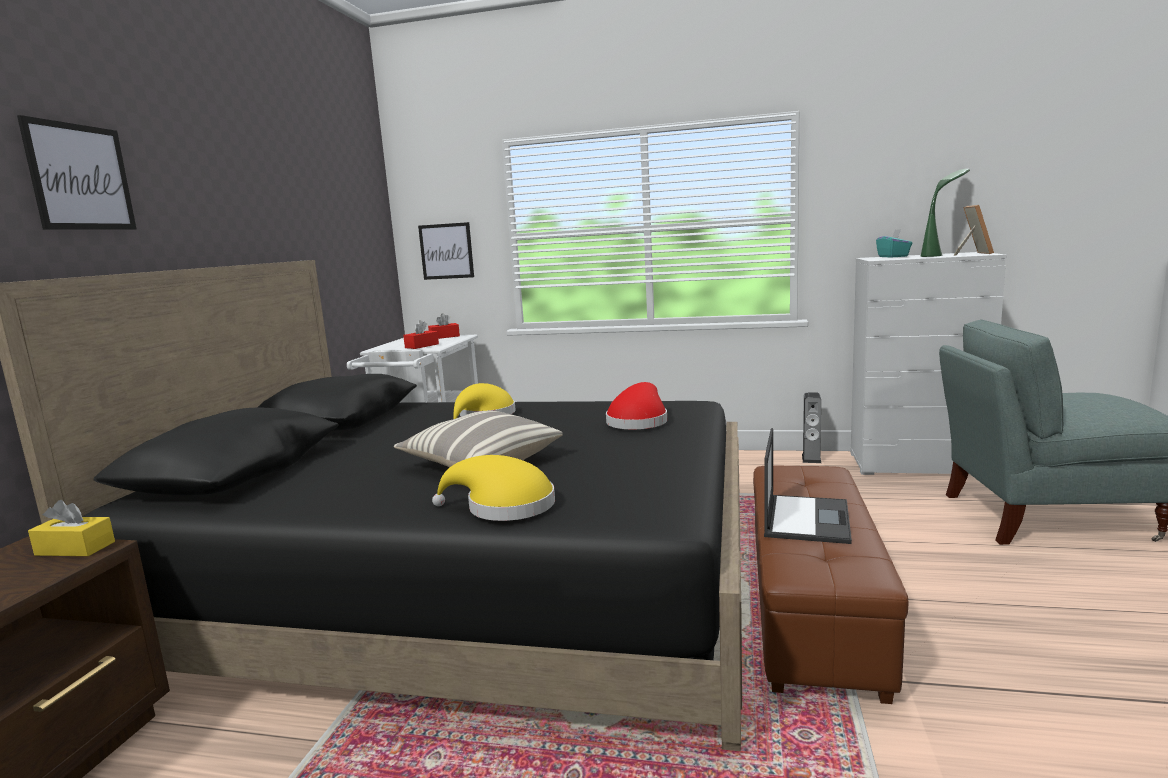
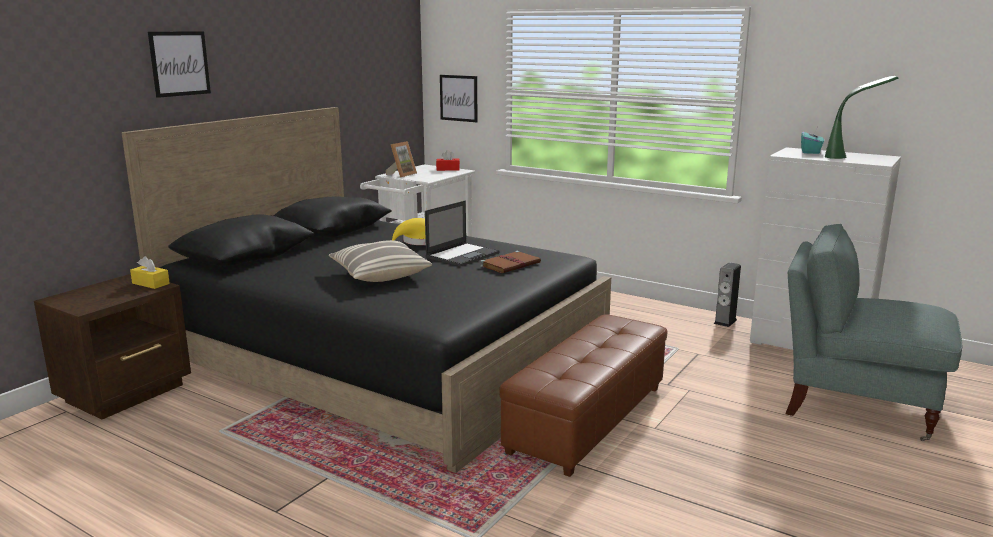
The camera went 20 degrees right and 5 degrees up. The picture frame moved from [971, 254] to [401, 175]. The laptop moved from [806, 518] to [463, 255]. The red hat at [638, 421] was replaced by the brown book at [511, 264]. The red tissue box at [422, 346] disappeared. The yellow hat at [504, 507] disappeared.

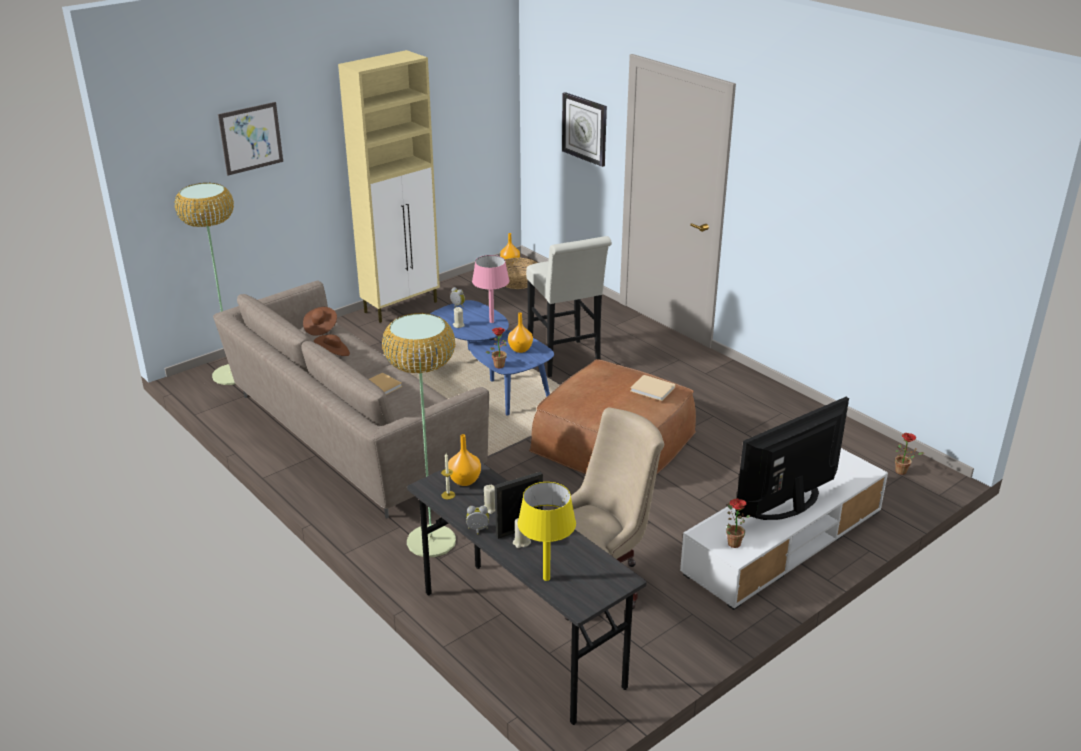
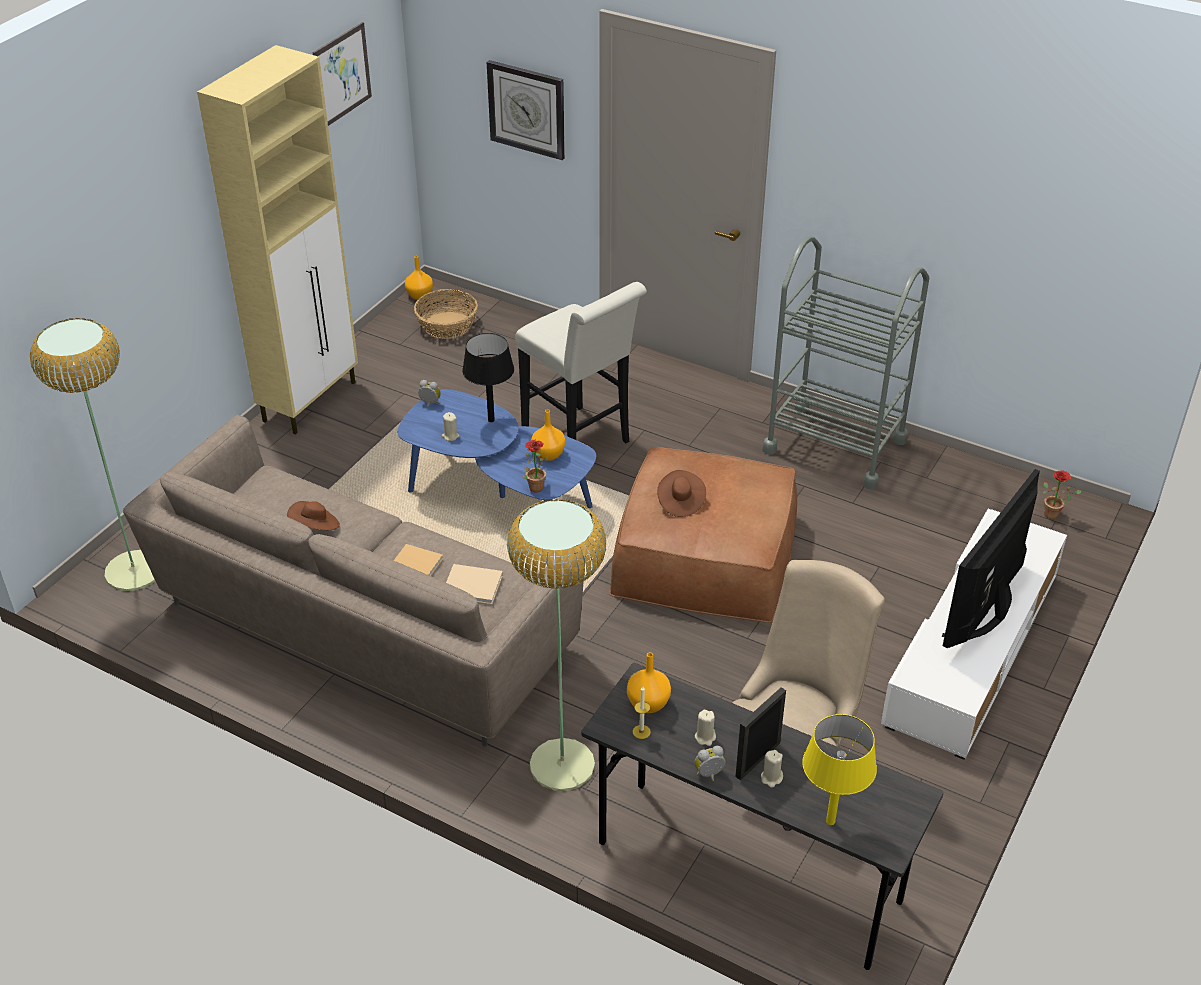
The camera went 20 degrees left and 10 degrees up. The picture moved from [251, 138] to [342, 75]. The beige book moved from [653, 389] to [474, 586]. The pink table lamp at [491, 321] became the black table lamp at [491, 420]. The brown hat moved from [320, 328] to [680, 502]. The grey cart at [835, 445] appeared. The potted plant at [732, 542] disappeared.

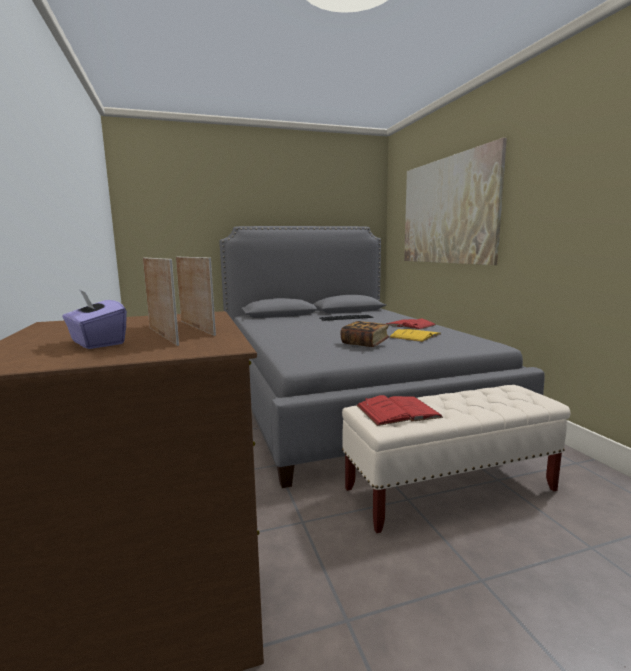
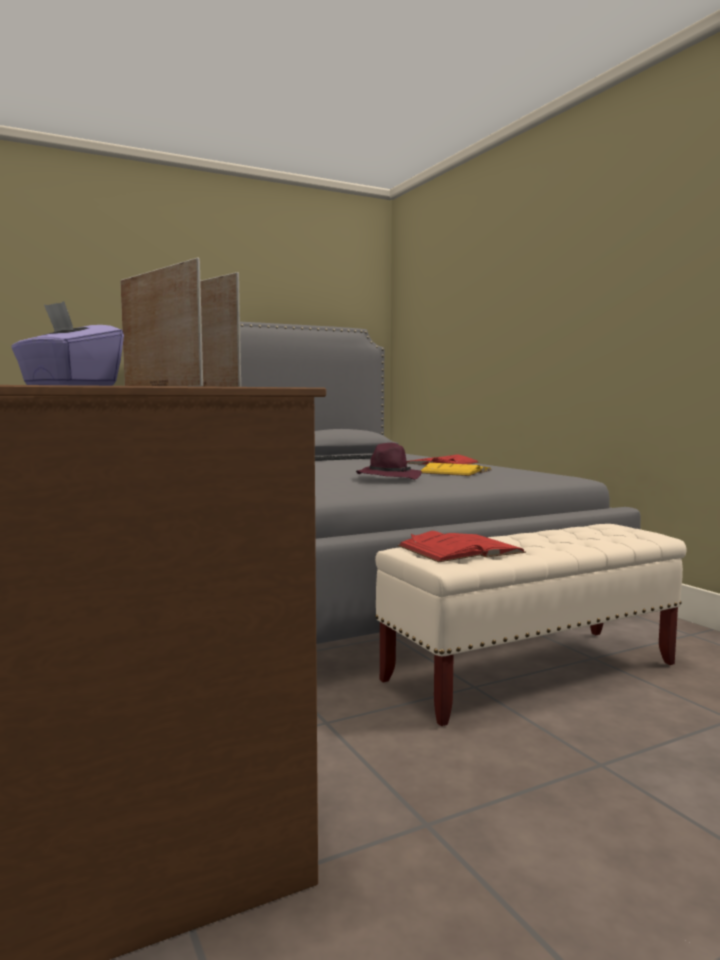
The camera went 10 degrees left and 5 degrees down. The book at [365, 343] was replaced by the purple hat at [388, 477]. The picture at [447, 211] disappeared.

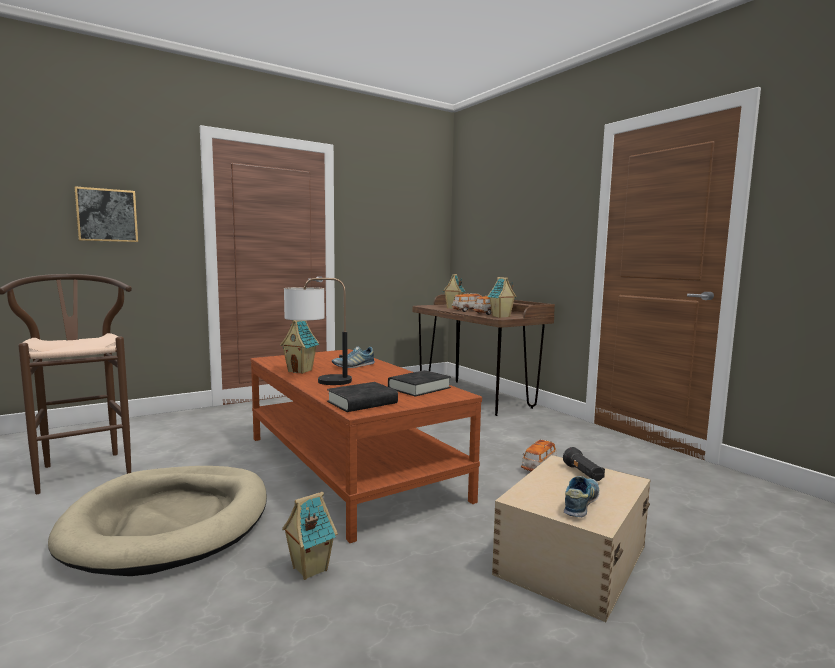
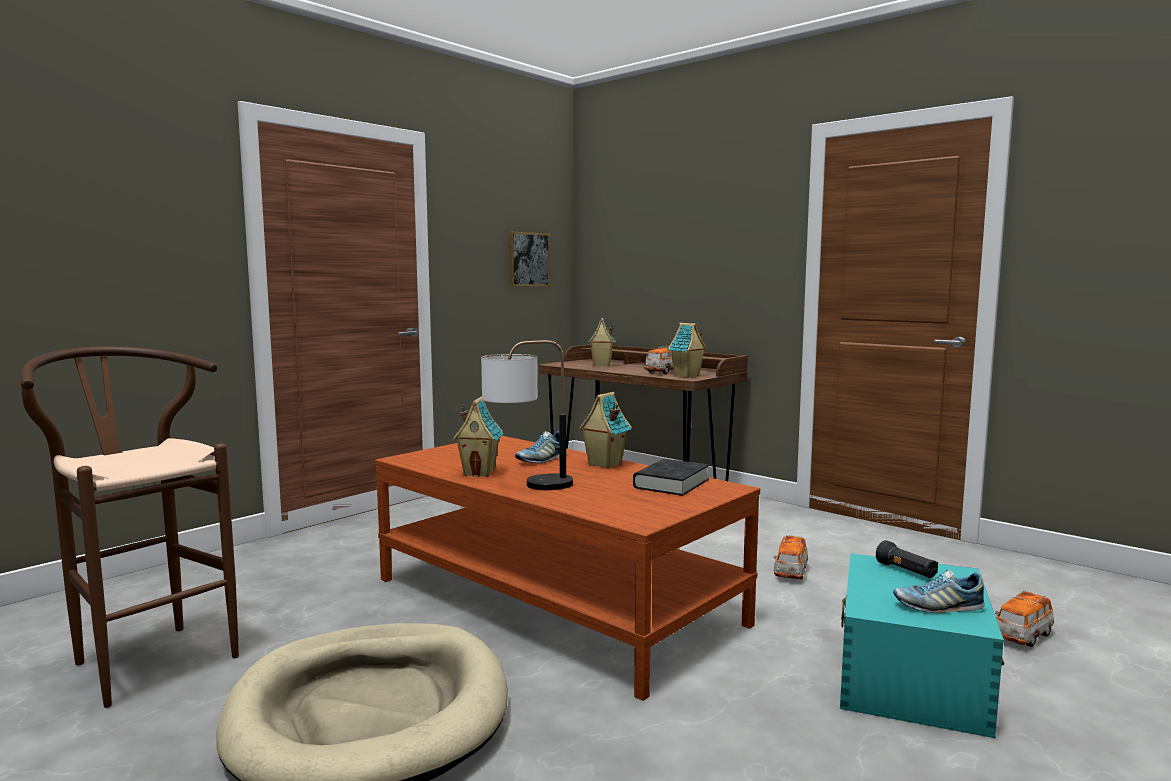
The camera went 15 degrees left and 0 degrees up. The picture moved from [107, 215] to [528, 259]. The toy house moved from [309, 569] to [604, 465]. The beige storage box at [570, 560] became the turquoise storage box at [909, 677]. The shoe at [581, 504] turned 105 degrees counterclockwise. The toy car moved from [467, 311] to [1022, 636]. The black book at [362, 403] disappeared.

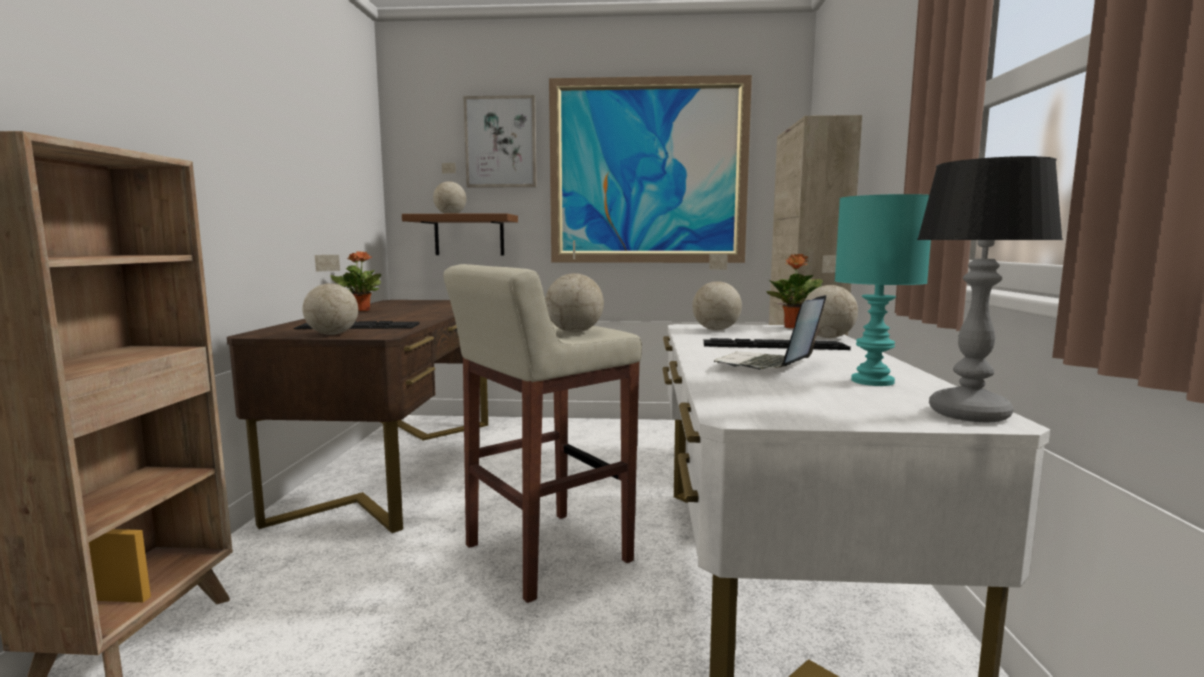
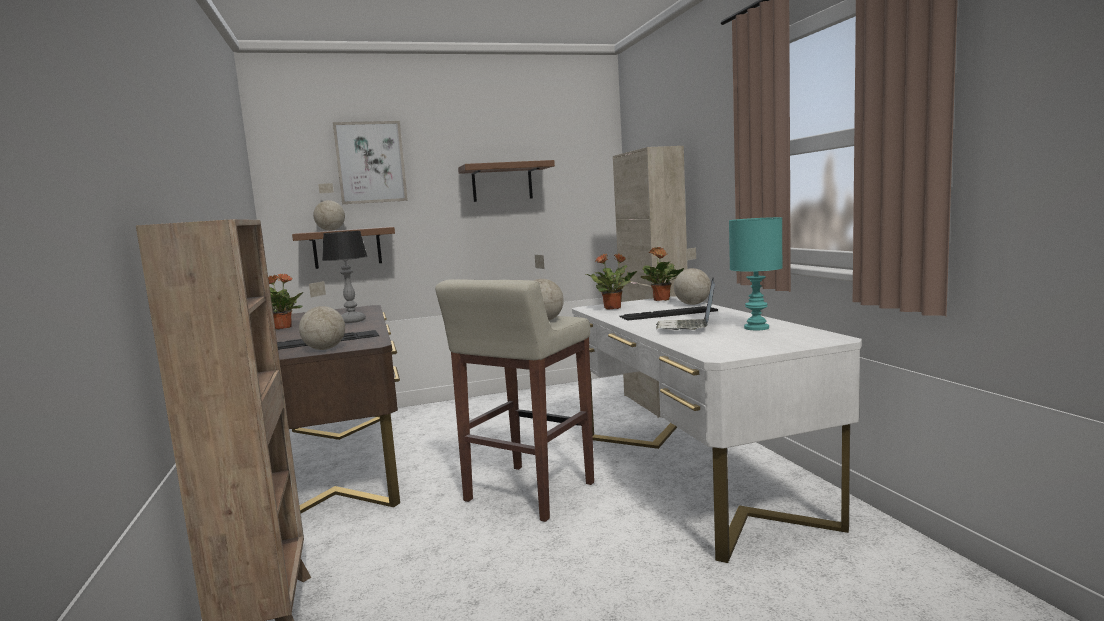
The camera went 20 degrees left and 0 degrees up. The table lamp moved from [969, 414] to [352, 321]. The picture at [648, 171] was replaced by the brown shelf at [502, 182]. The globe at [716, 330] was replaced by the potted plant at [613, 308].

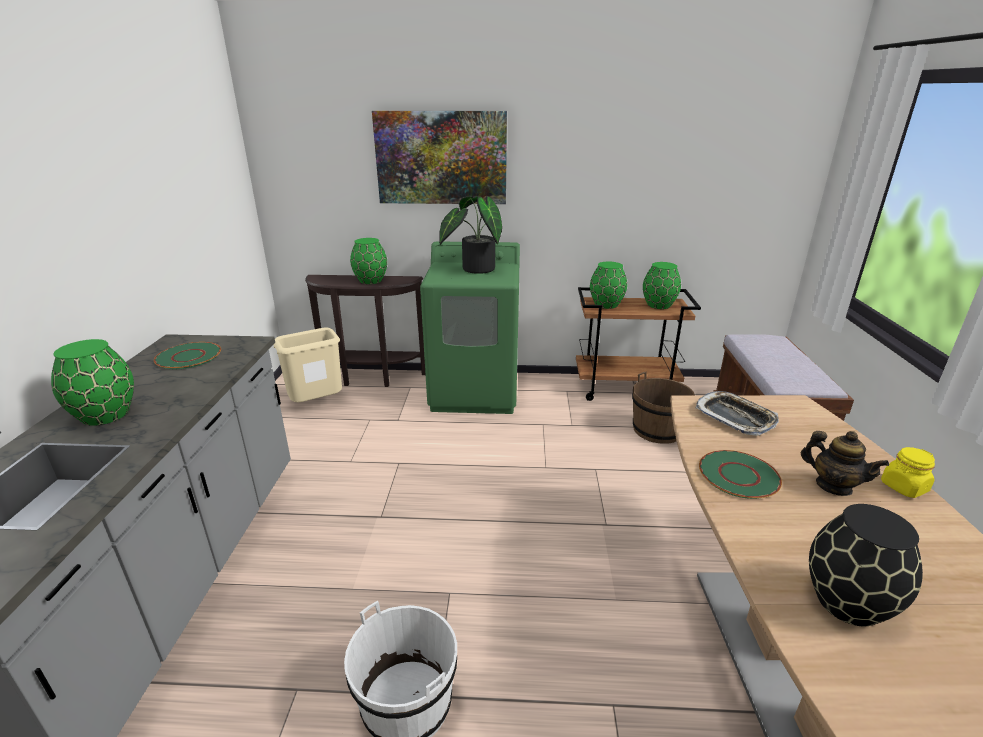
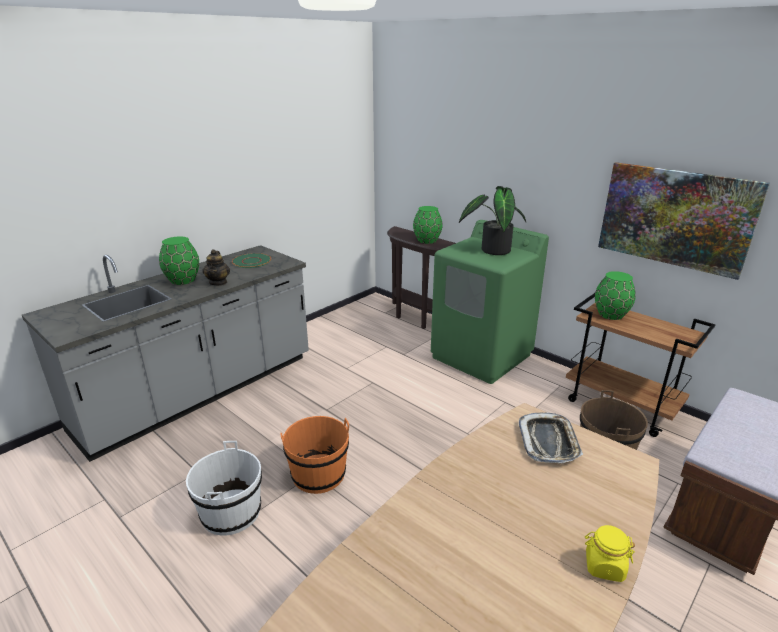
The camera went 40 degrees right and 0 degrees up. The teapot moved from [833, 486] to [218, 282]. The orange bucket at [318, 474] appeared. The picture moved from [441, 158] to [675, 217]. The beige trash can at [317, 404] disappeared. The green vase at [659, 305] disappeared. The green plate at [738, 475] disappeared. The black vase at [849, 603] disappeared.

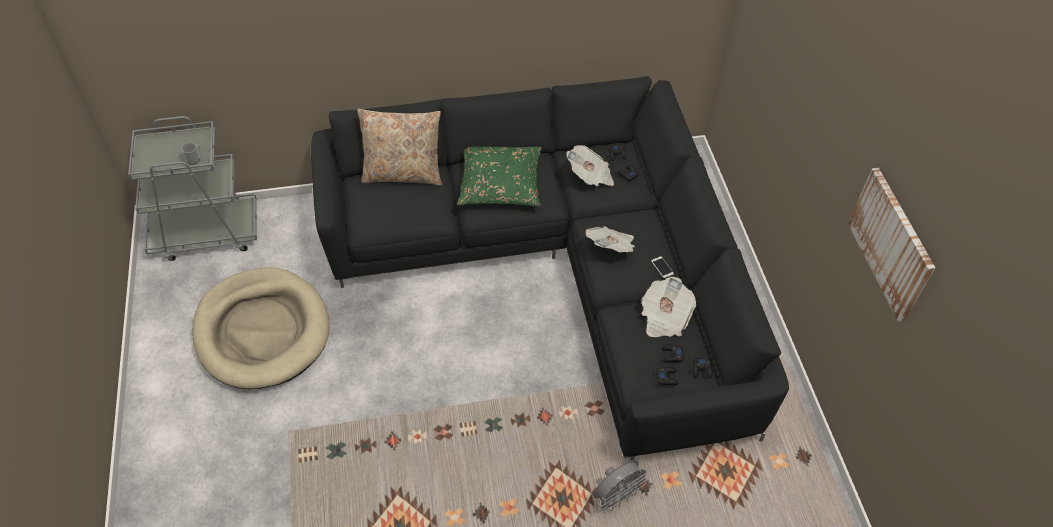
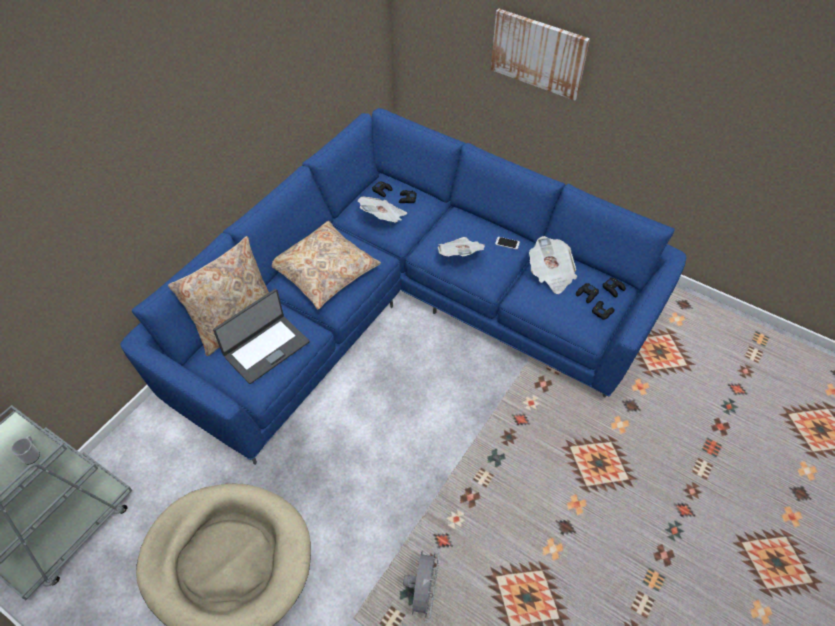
The camera went 45 degrees left and 0 degrees up. The black sofa at [561, 267] became the blue sofa at [404, 308]. The laptop at [266, 348] appeared. The green pillow at [500, 184] became the beige pillow at [325, 271]. The grey fan moved from [617, 497] to [423, 593]. The picture moved from [891, 243] to [538, 53].

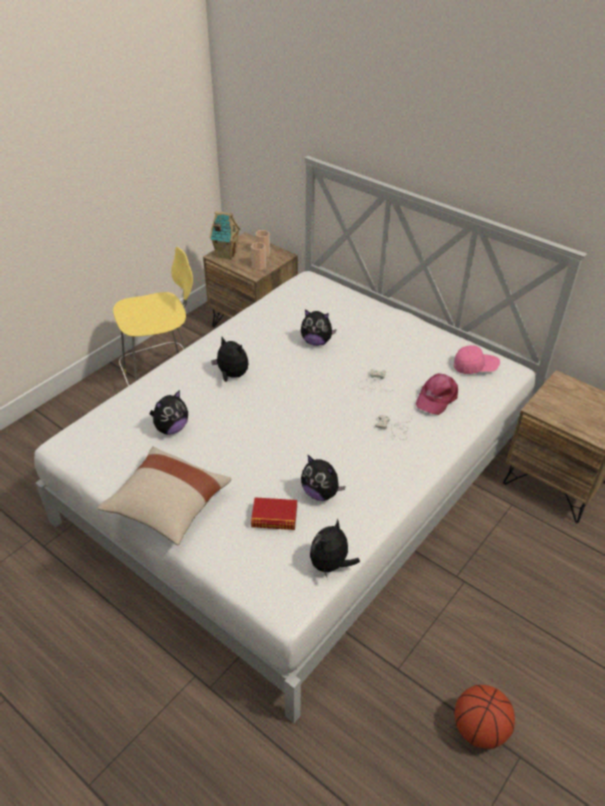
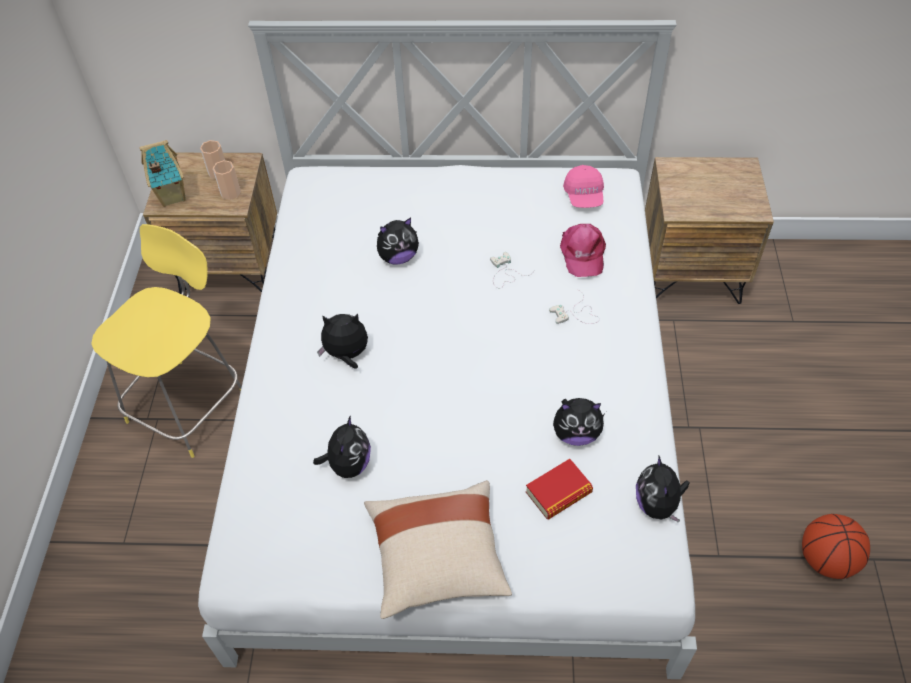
The camera went 35 degrees left and 10 degrees up. The pink cap at [475, 367] turned 120 degrees clockwise.

